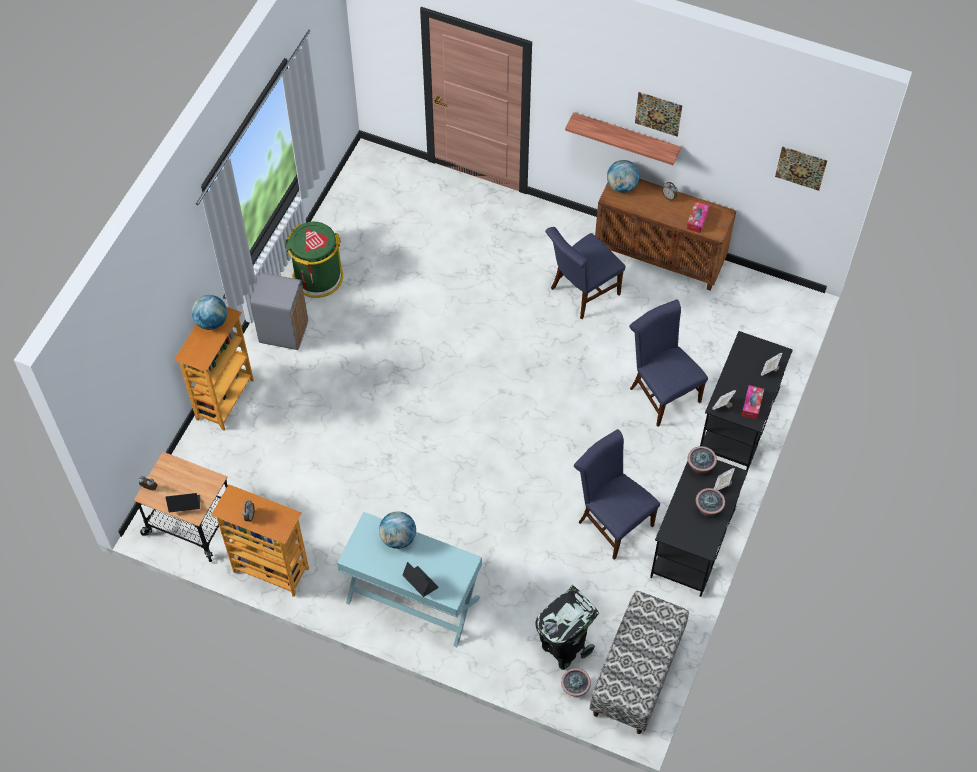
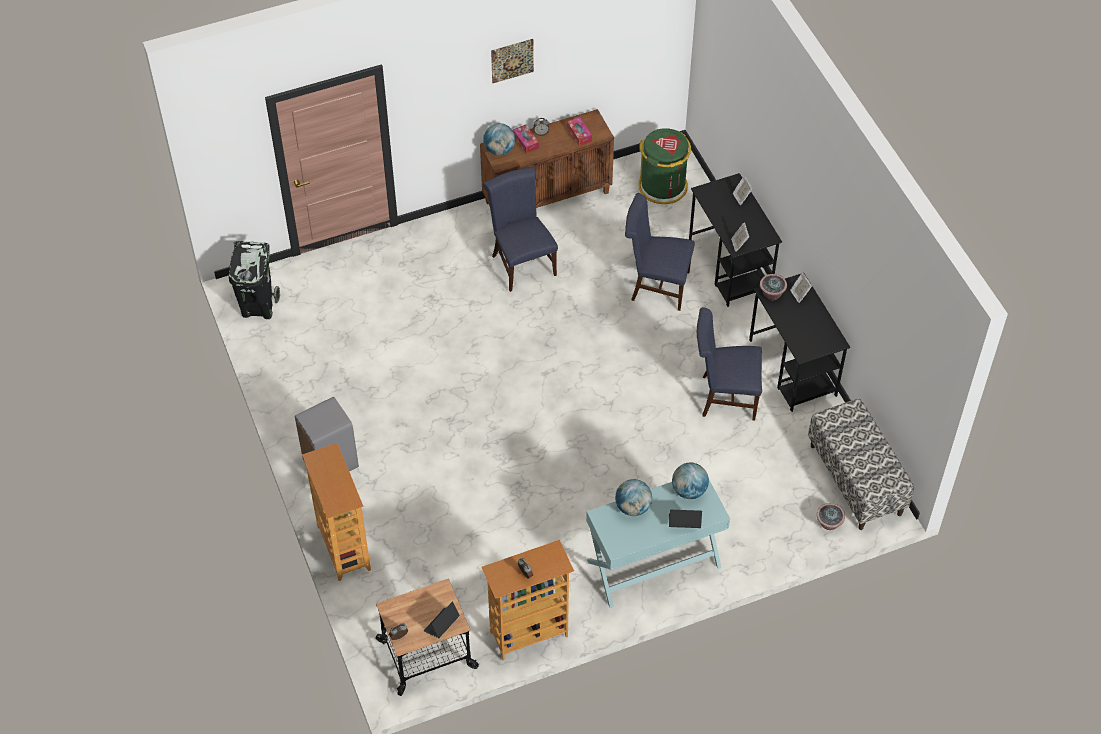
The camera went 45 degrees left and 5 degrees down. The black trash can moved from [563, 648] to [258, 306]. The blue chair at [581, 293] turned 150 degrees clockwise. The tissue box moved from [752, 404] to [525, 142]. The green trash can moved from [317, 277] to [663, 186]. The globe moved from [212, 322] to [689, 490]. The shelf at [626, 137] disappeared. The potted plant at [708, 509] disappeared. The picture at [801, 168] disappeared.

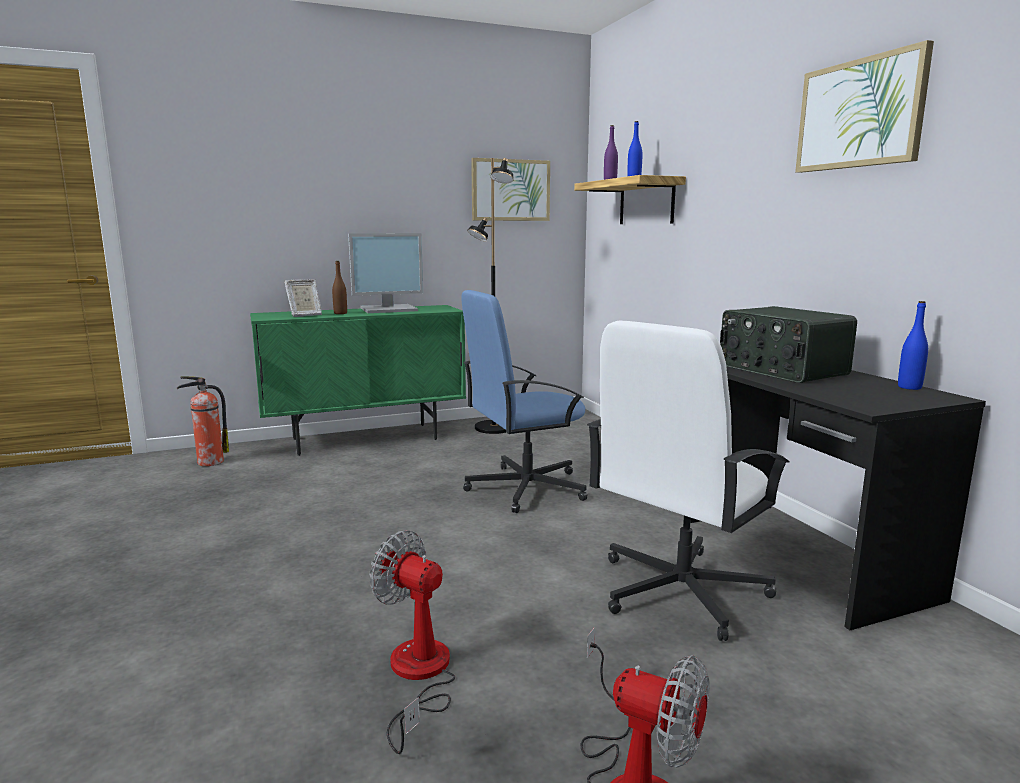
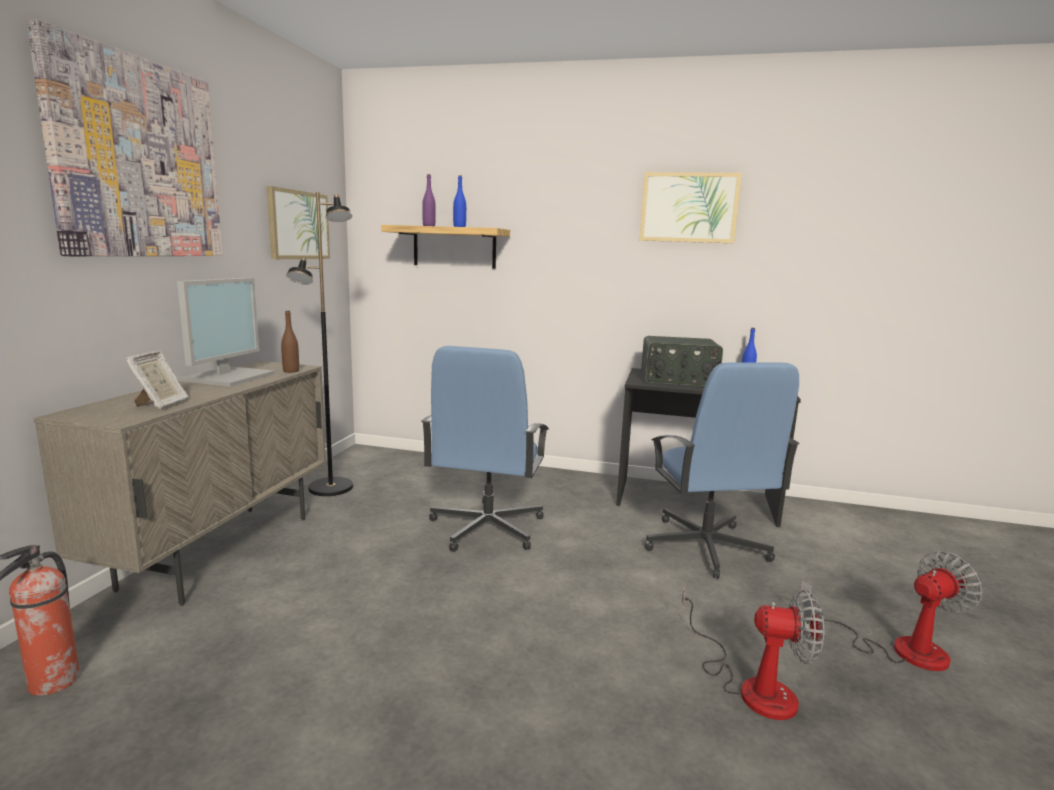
The camera went 55 degrees left and 0 degrees up. The picture at [137, 159] appeared. The green cabinet at [365, 439] became the beige cabinet at [221, 550]. The brown bottle moved from [340, 313] to [291, 371]. The white office chair at [679, 591] became the blue office chair at [705, 547]. The fan at [418, 676] turned 150 degrees counterclockwise.

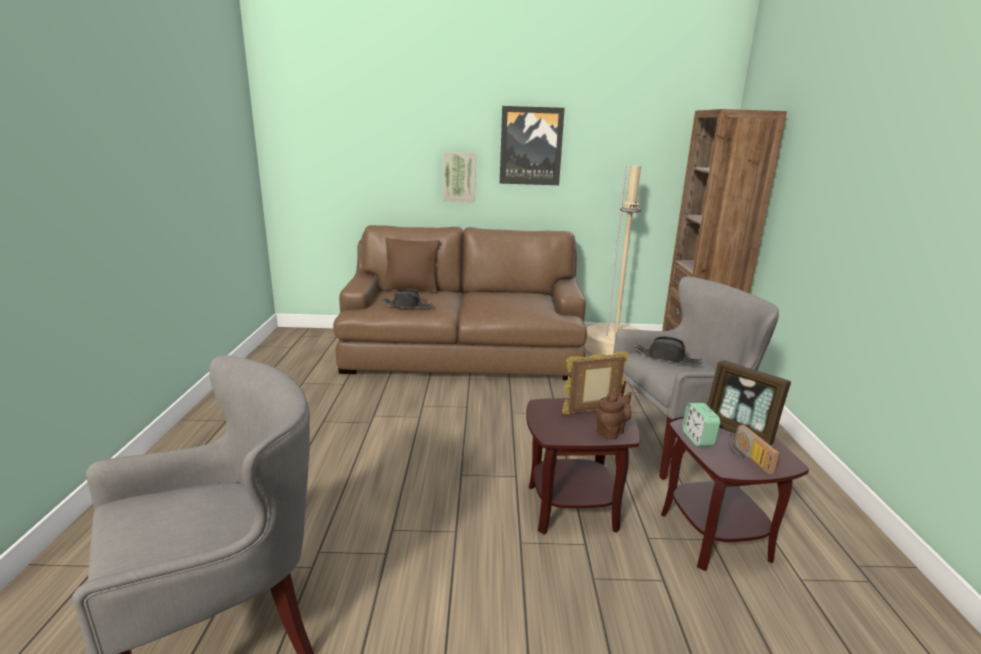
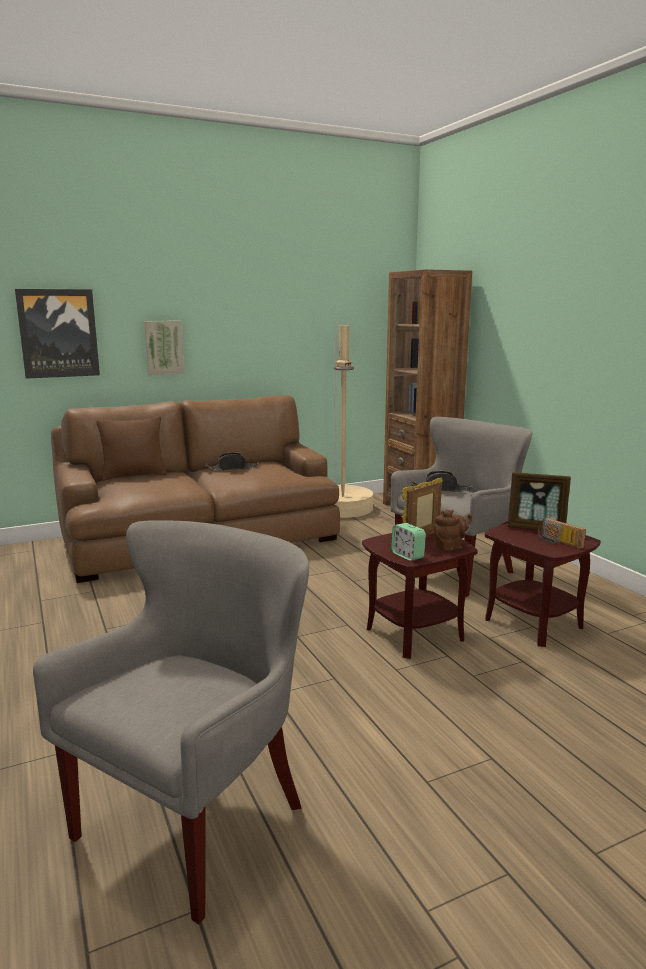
The camera went 25 degrees left and 5 degrees down. The picture moved from [531, 146] to [58, 333]. The black hat moved from [407, 306] to [232, 468]. The alarm clock moved from [697, 438] to [407, 556]. The brown teapot at [611, 431] turned 45 degrees clockwise.

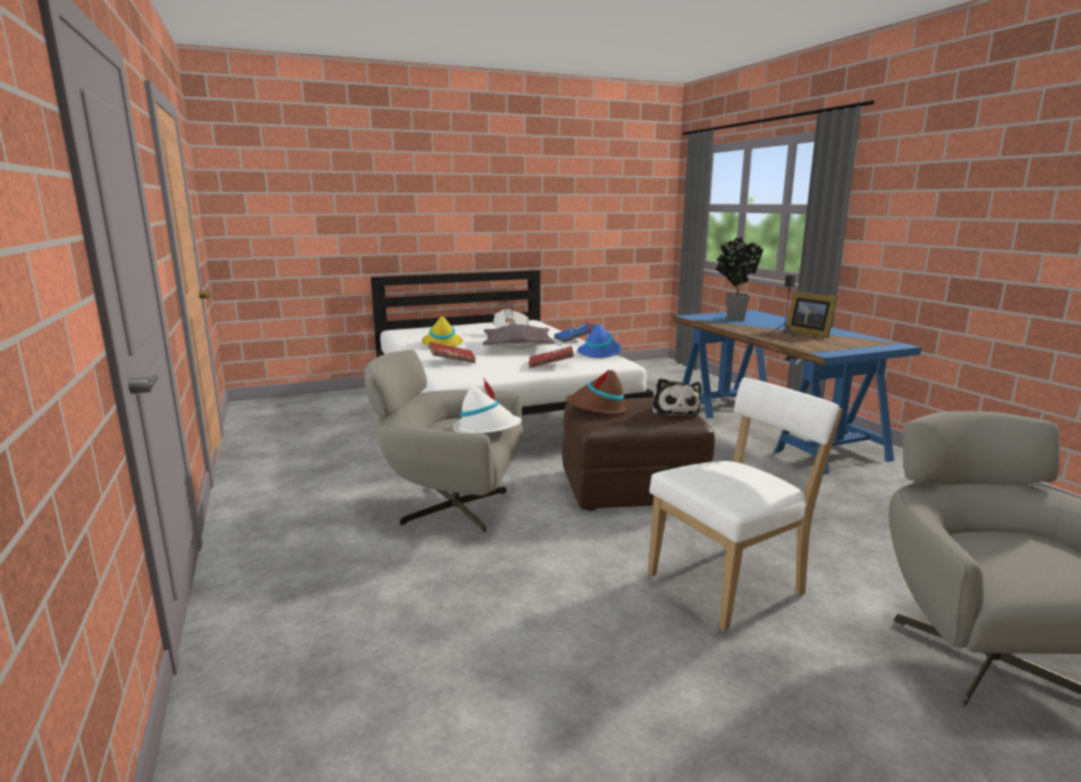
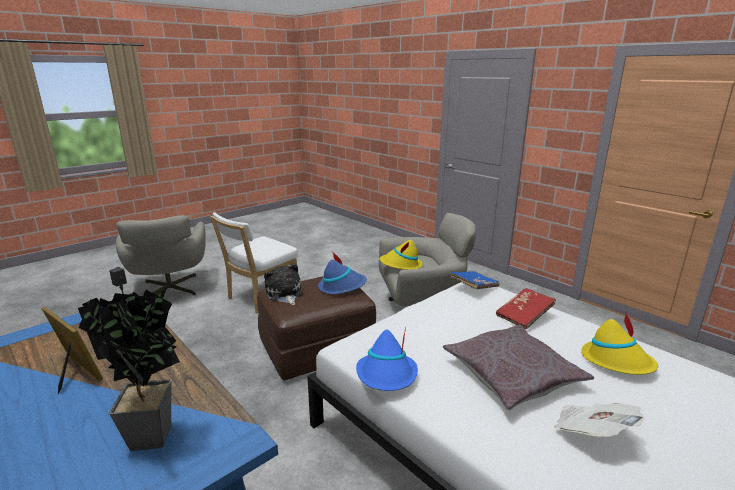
The camera went 160 degrees right and 5 degrees up. The brown hat at [597, 409] became the blue hat at [342, 286]. The white hat at [487, 429] became the yellow hat at [401, 265]. The blue book moved from [575, 340] to [474, 287]. The red book at [551, 365] disappeared.

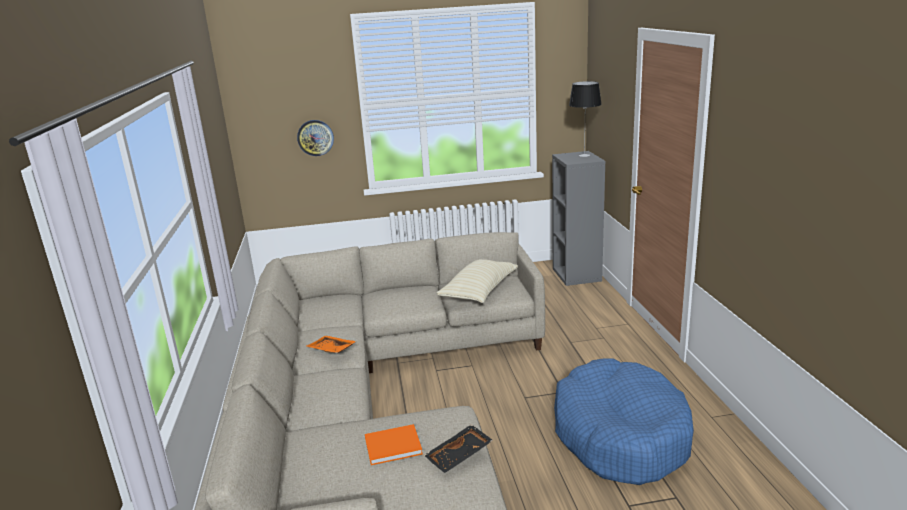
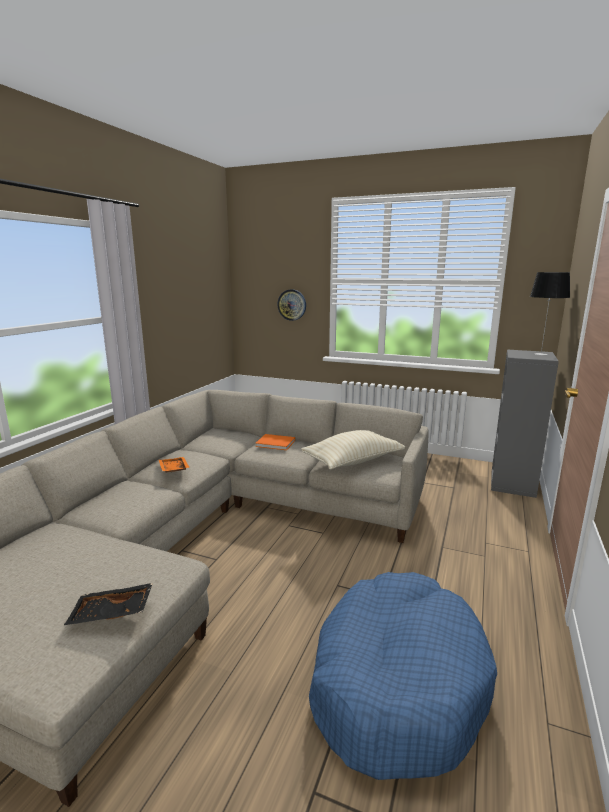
The camera went 30 degrees right and 5 degrees down. The orange book moved from [395, 446] to [276, 443].

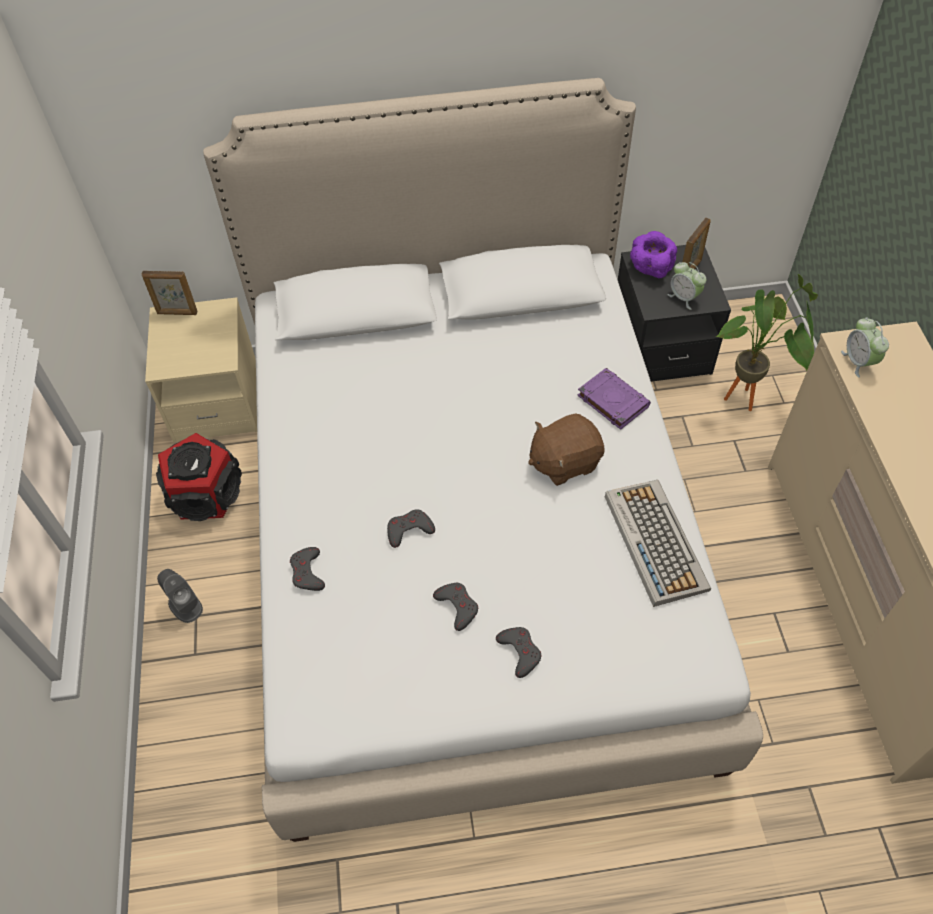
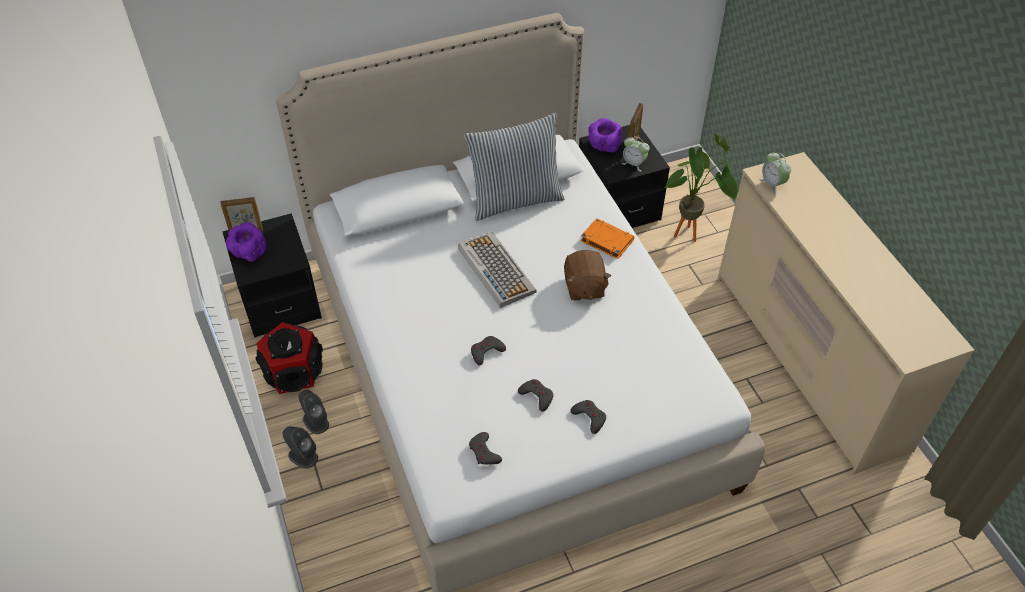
The camera went 15 degrees left and 5 degrees down. The beige nightstand at [216, 401] became the black nightstand at [280, 301]. The purple bowl at [248, 252] appeared. The grey speaker at [315, 421] appeared. The keyboard moved from [654, 541] to [495, 269]. The pillow at [515, 199] appeared. The grey game controller moved from [307, 572] to [484, 452]. The brown plush toy at [564, 462] turned 60 degrees counterclockwise. The purple book at [612, 401] became the orange book at [606, 240].

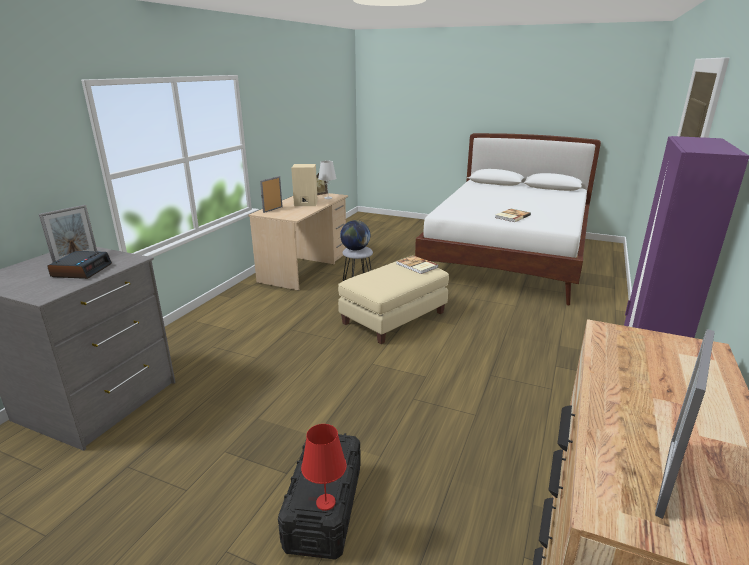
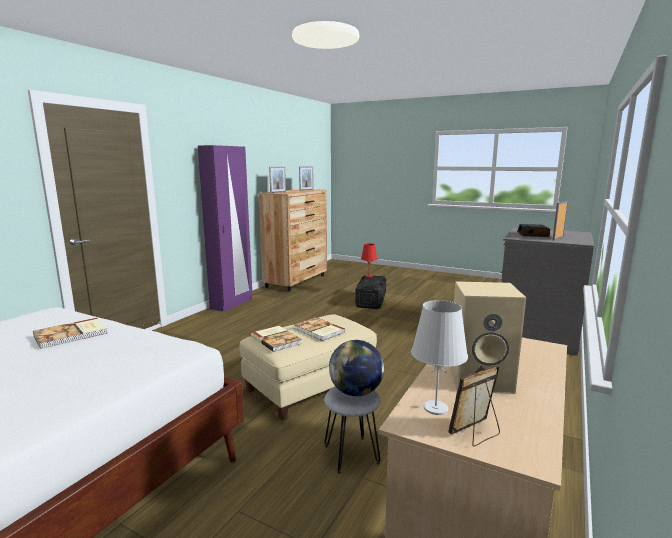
The camera went 175 degrees left and 10 degrees down. The picture frame moved from [272, 209] to [278, 192]. The book at [318, 330] appeared.

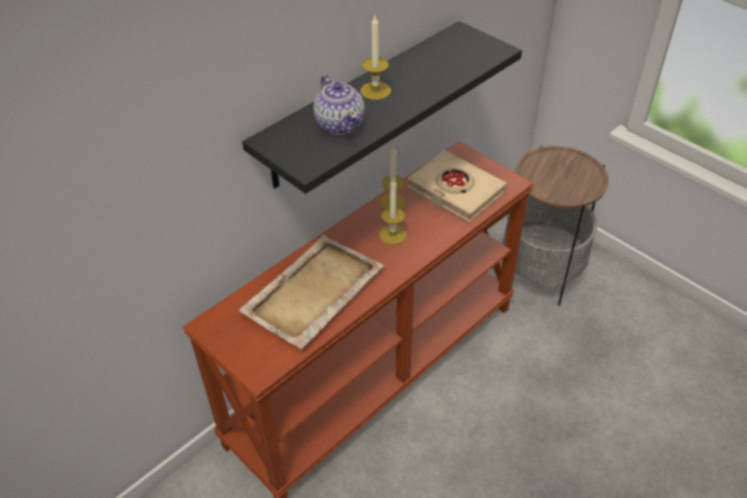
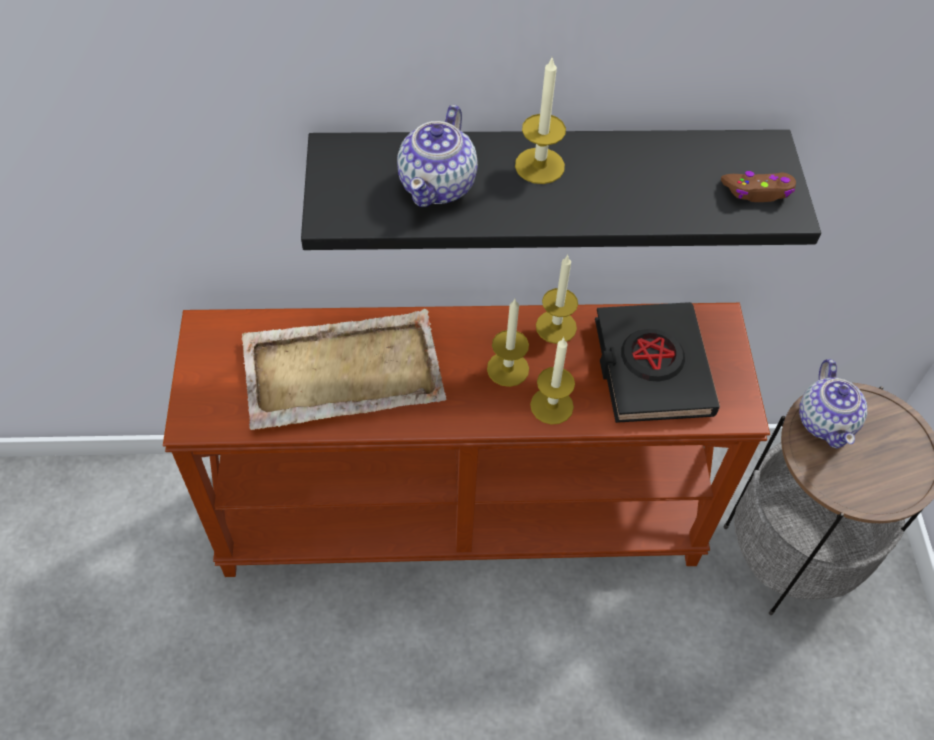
The camera went 40 degrees right and 10 degrees up. The candle at [551, 406] appeared. The beige book at [455, 190] became the black book at [651, 367]. The brown game controller at [758, 191] appeared. The teapot at [826, 421] appeared.

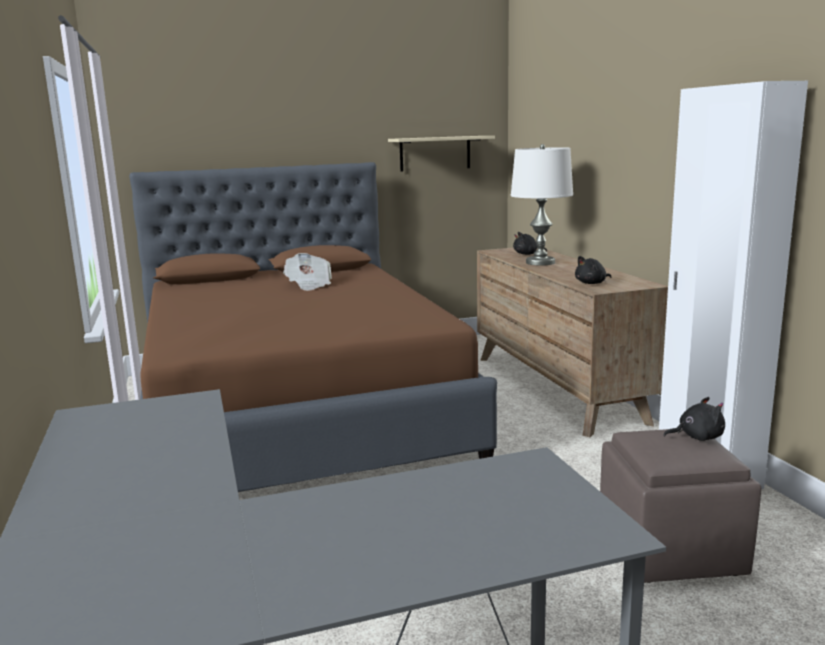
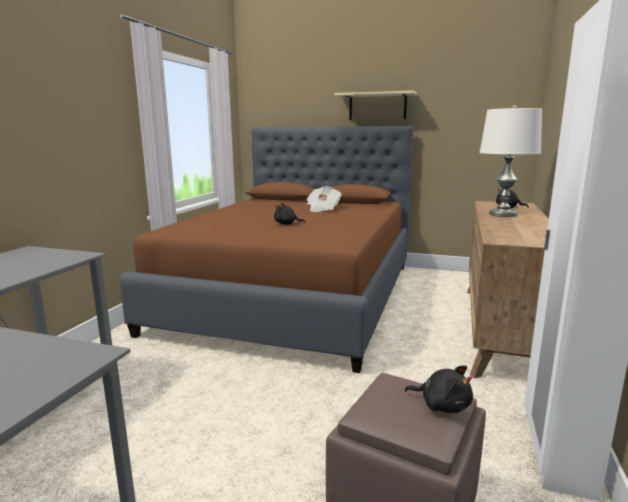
The camera went 35 degrees right and 0 degrees up. The black plush toy moved from [592, 283] to [287, 224]. The beige shelf moved from [435, 153] to [377, 106].

